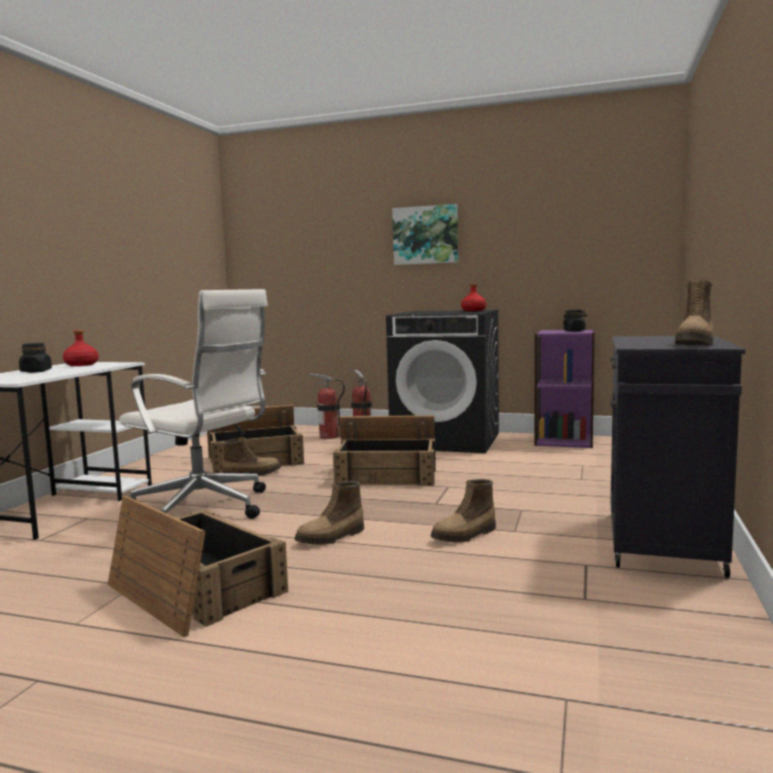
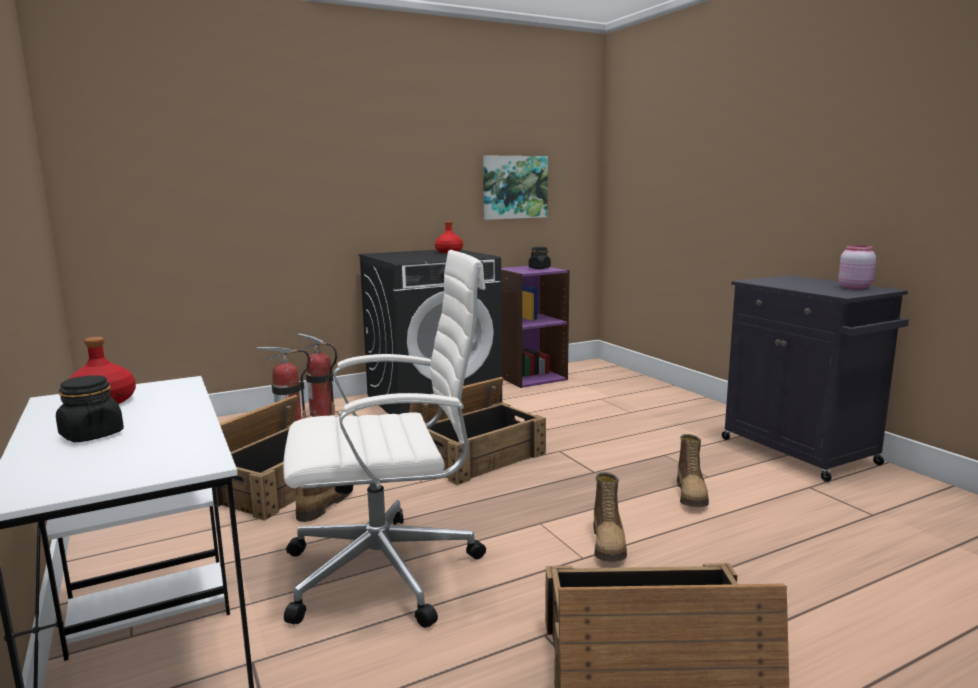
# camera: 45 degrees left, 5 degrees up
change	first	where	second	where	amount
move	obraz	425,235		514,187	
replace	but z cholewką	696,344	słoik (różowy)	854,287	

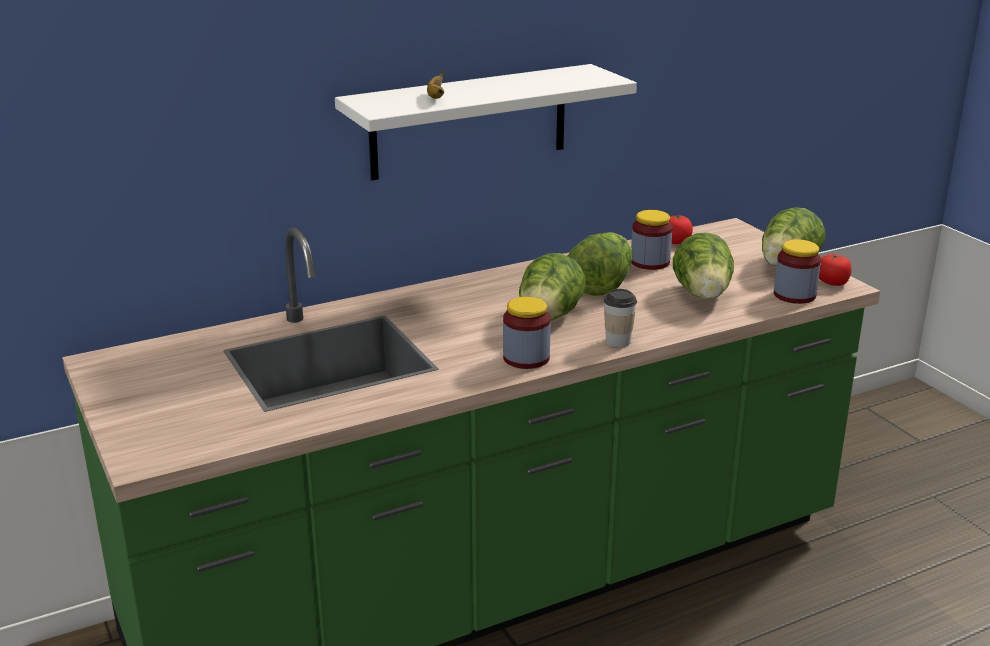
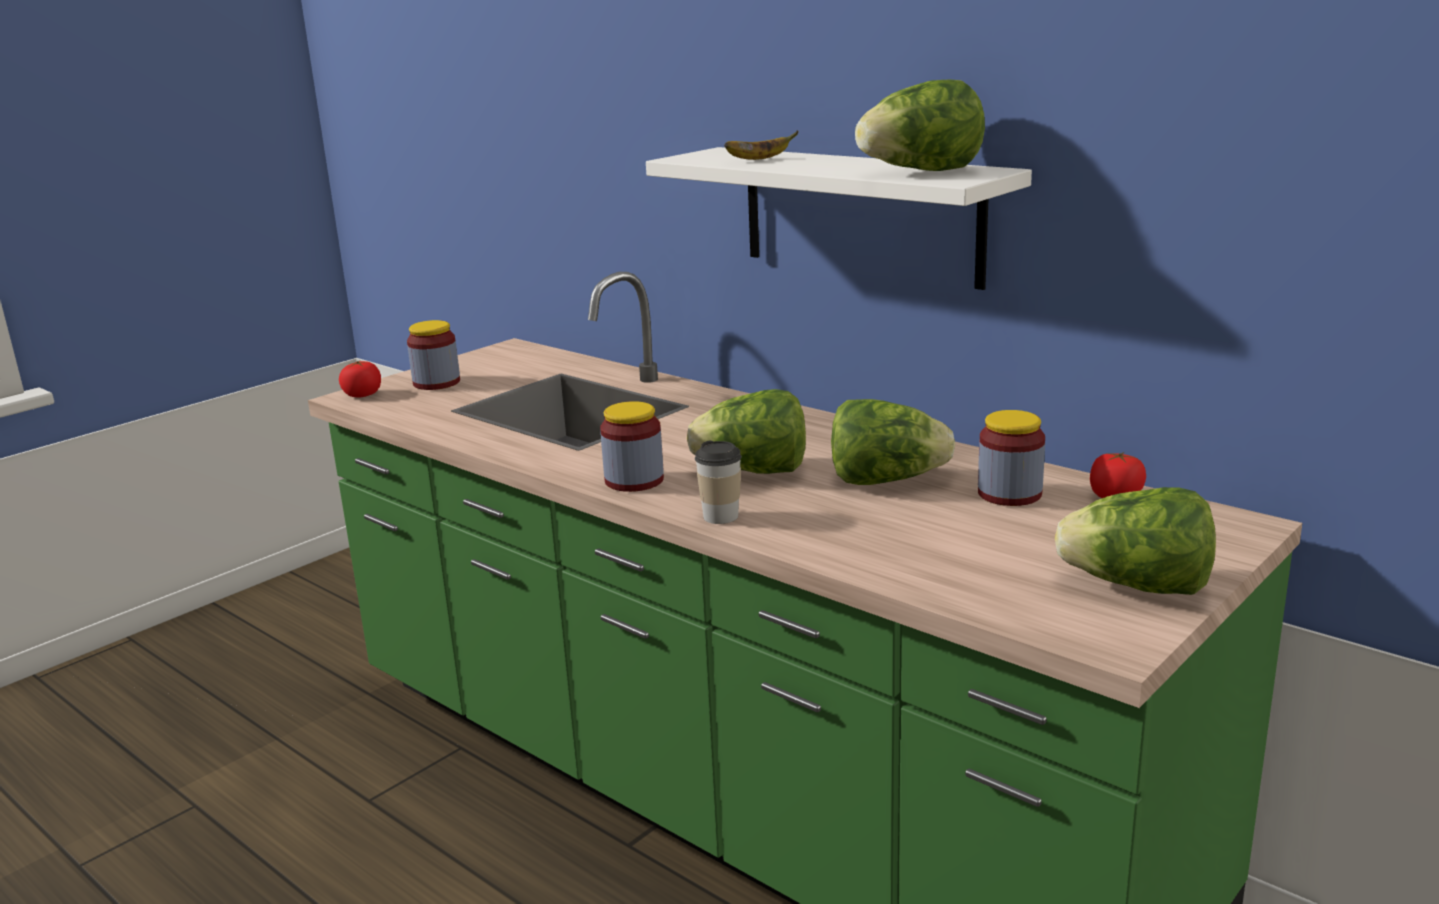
# camera: 70 degrees right, 5 degrees down
change	first	where	second	where	amount
move	sałata	703,295		921,172	
move	słoik	794,295		436,383	
move	pomidor	832,283		363,395	

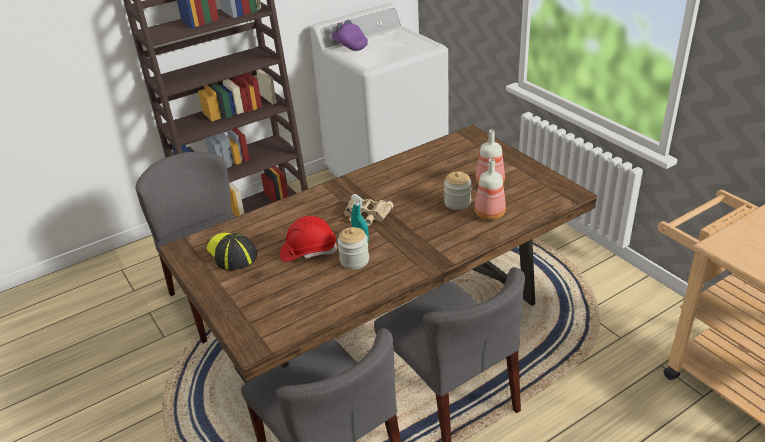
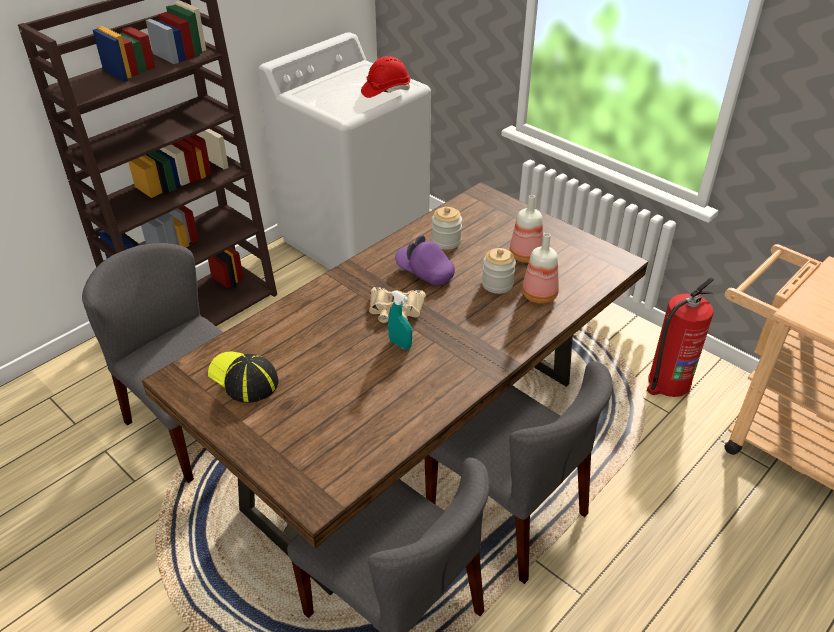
# camera: 15 degrees left, 5 degrees up
change	first	where	second	where	amount
move	czapka z daszkiem (fioletowy)	350,45		424,273	
move	kask (czerwony)	308,251		385,90	
move	słoik	354,260		446,241	
insert			gaśnica	668,382	

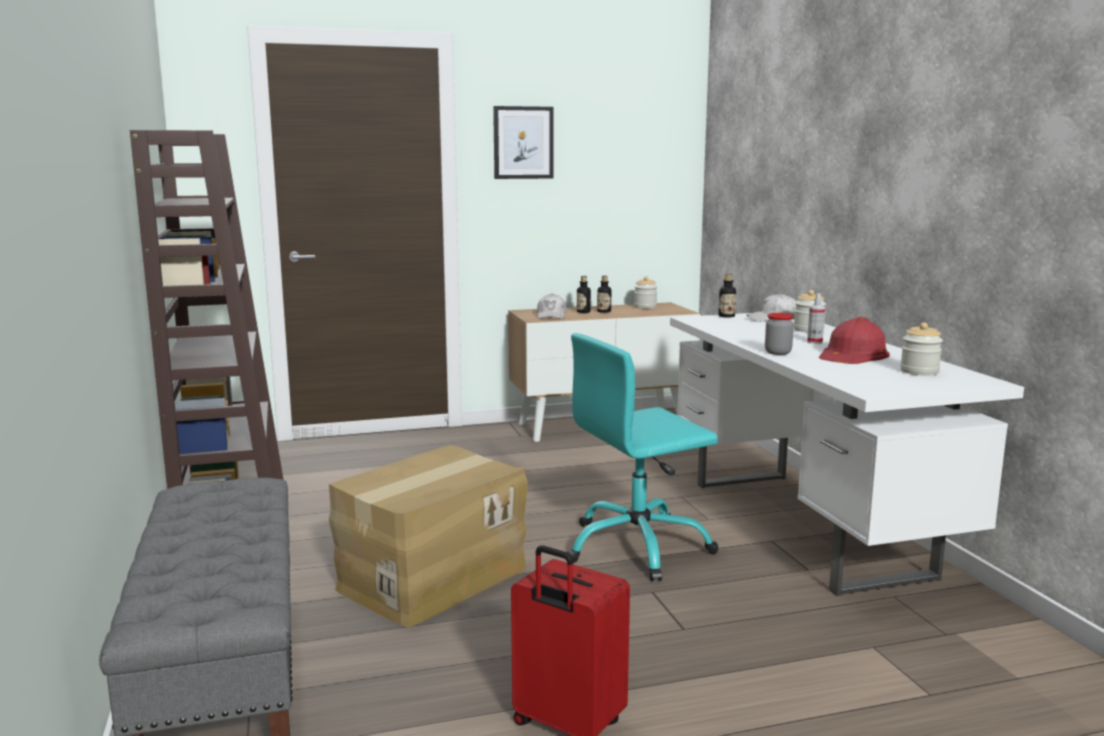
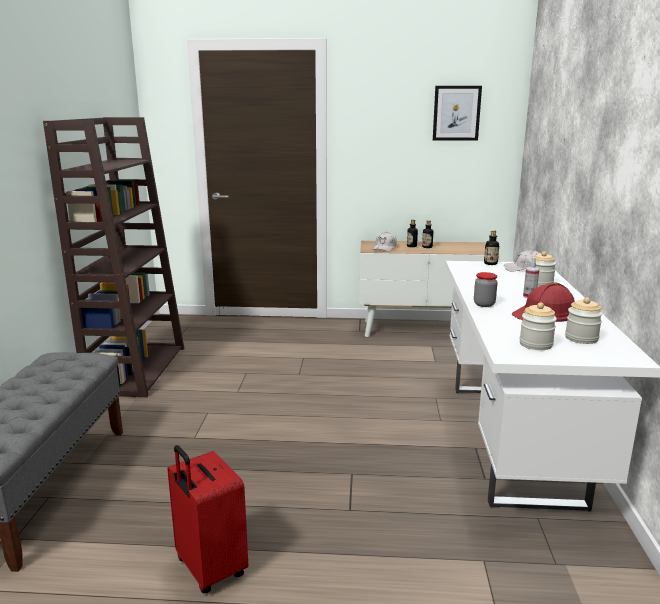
# camera: 20 degrees right, 5 degrees up
change	first	where	second	where	amount
move	obraz	523,142		456,113	
move	słoik	645,307		535,344	
delete	krzesło biurowe (turkusowy)	637,547			
delete	karton	431,578			

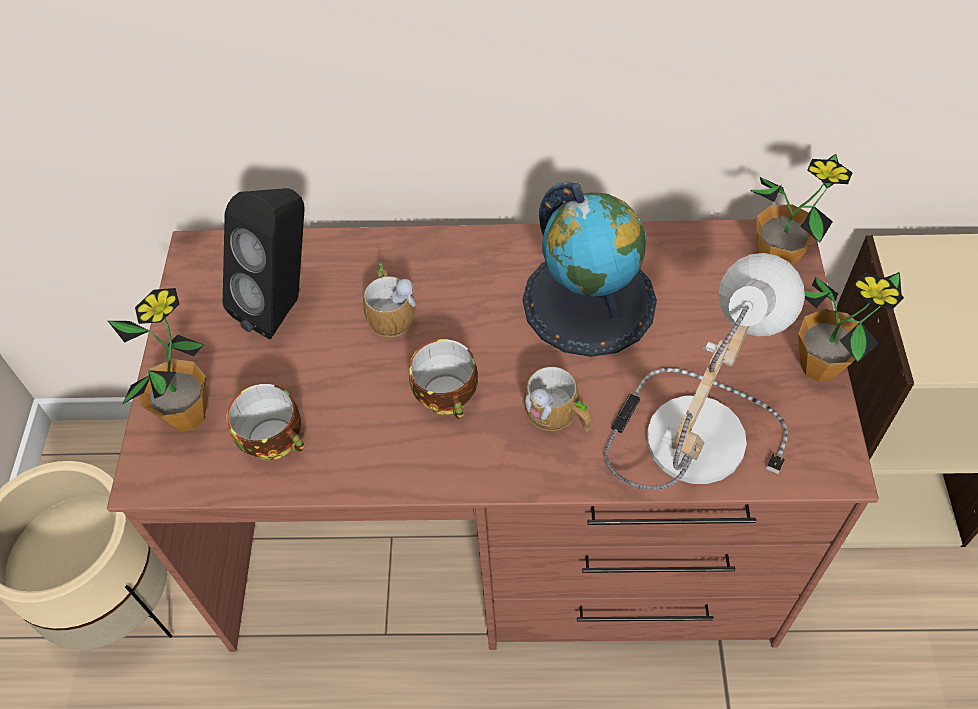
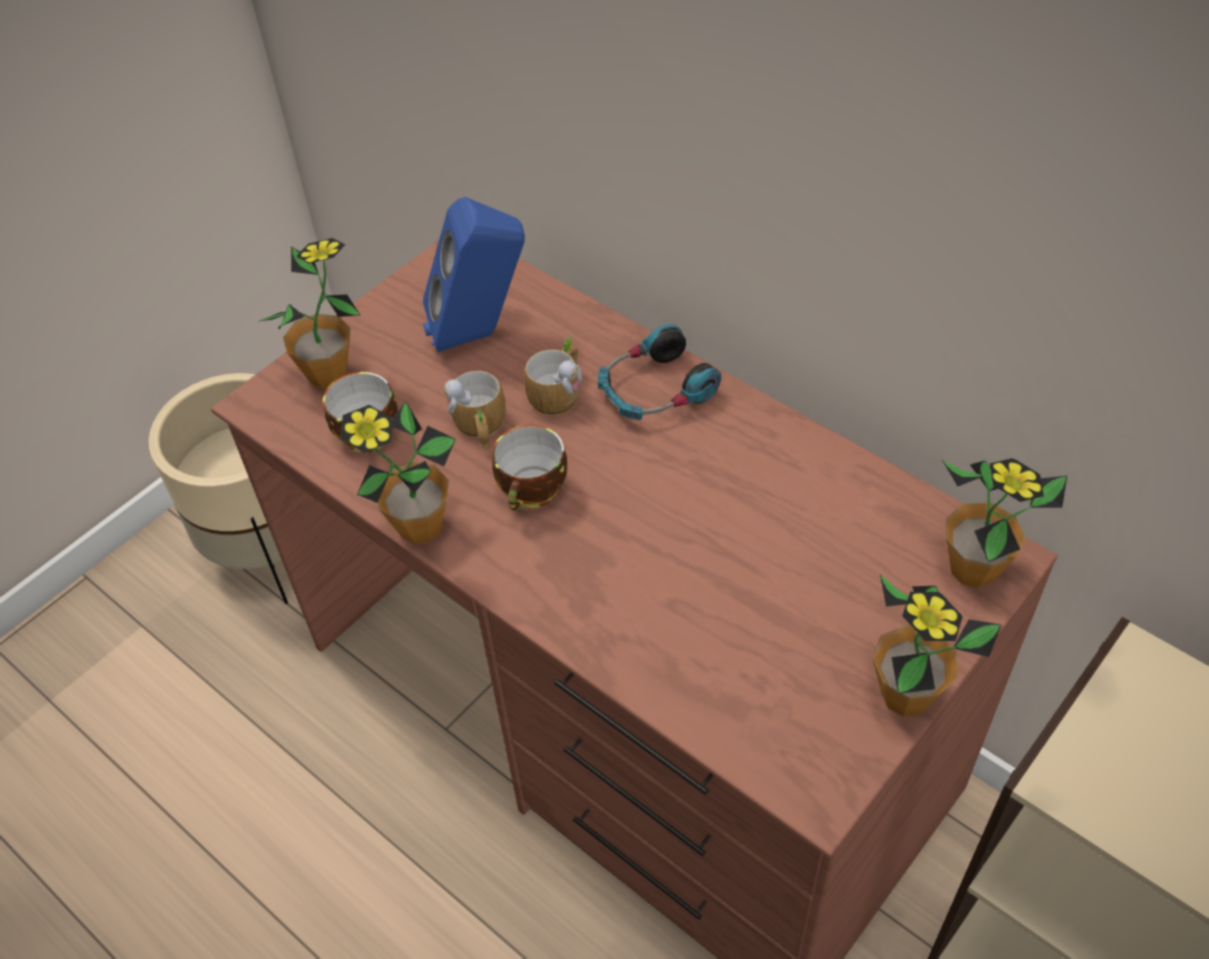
# camera: 40 degrees right, 5 degrees down
change	first	where	second	where	amount
delete	globus	589,301			
recolor	głośnik (czarny)	284,305	głośnik (niebieski)	481,334	
delete	lampa stołowa	688,431			
move	kubek	558,416		480,427	
insert			słuchawki	655,390	
insert			roślina doniczkowa	420,527	

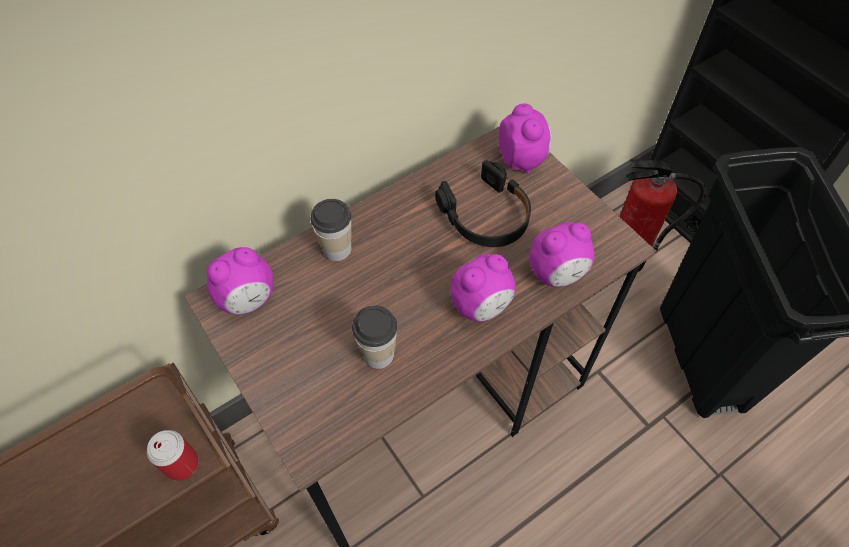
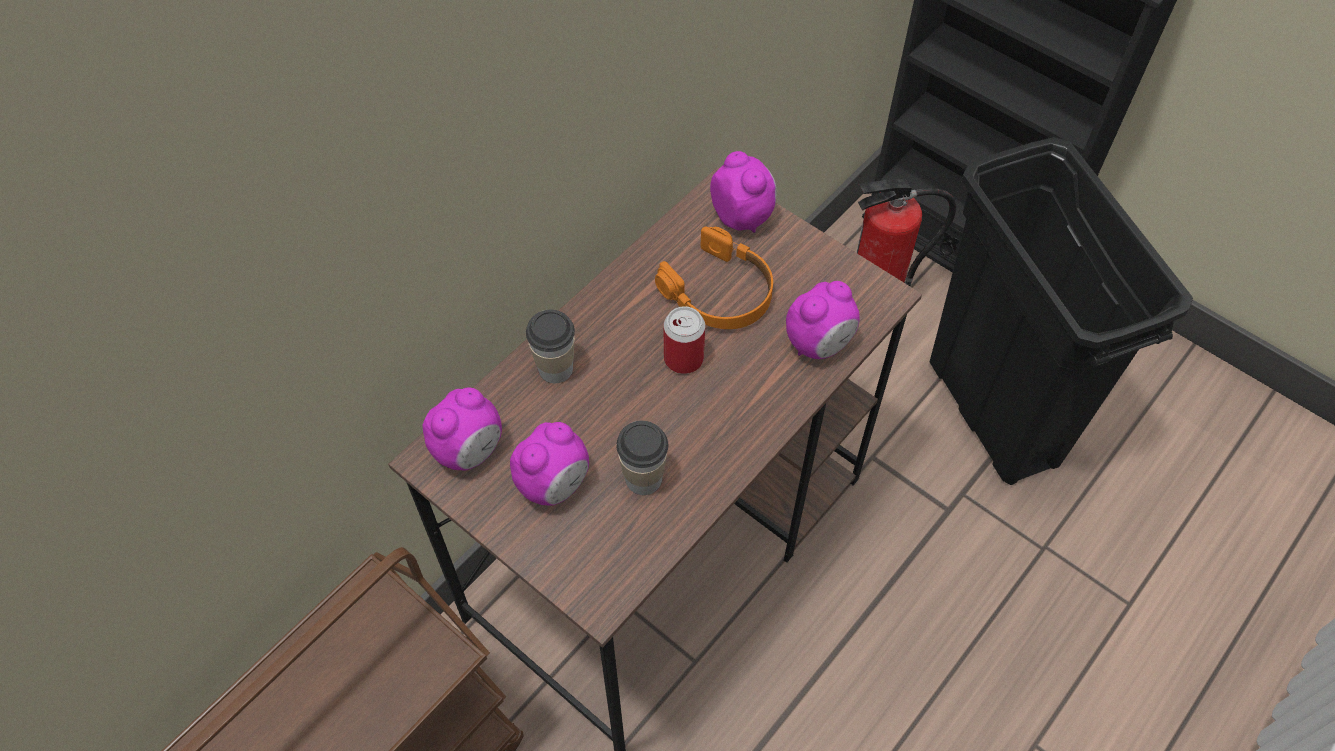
# camera: 15 degrees left, 0 degrees up
change	first	where	second	where	amount
recolor	słuchawki (czarny)	486,215	słuchawki (pomarańczowy)	719,292	
move	budzik	481,306		554,484	
move	puszka	181,464		683,358	

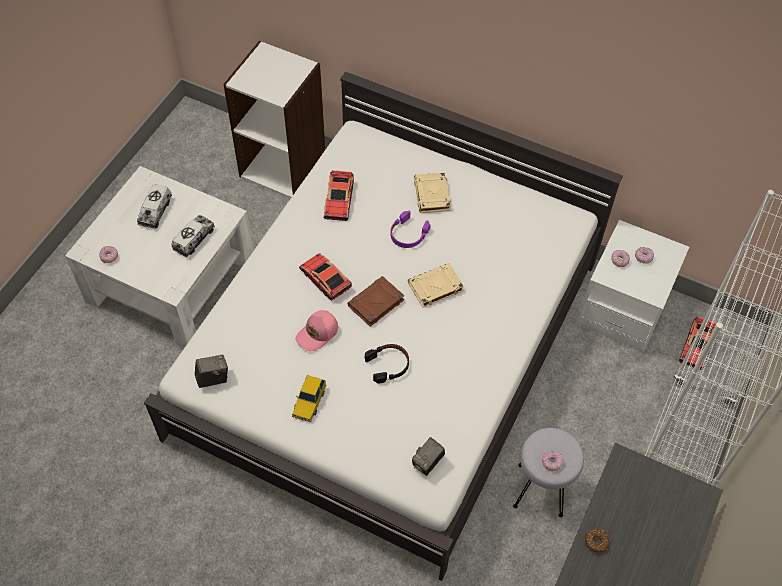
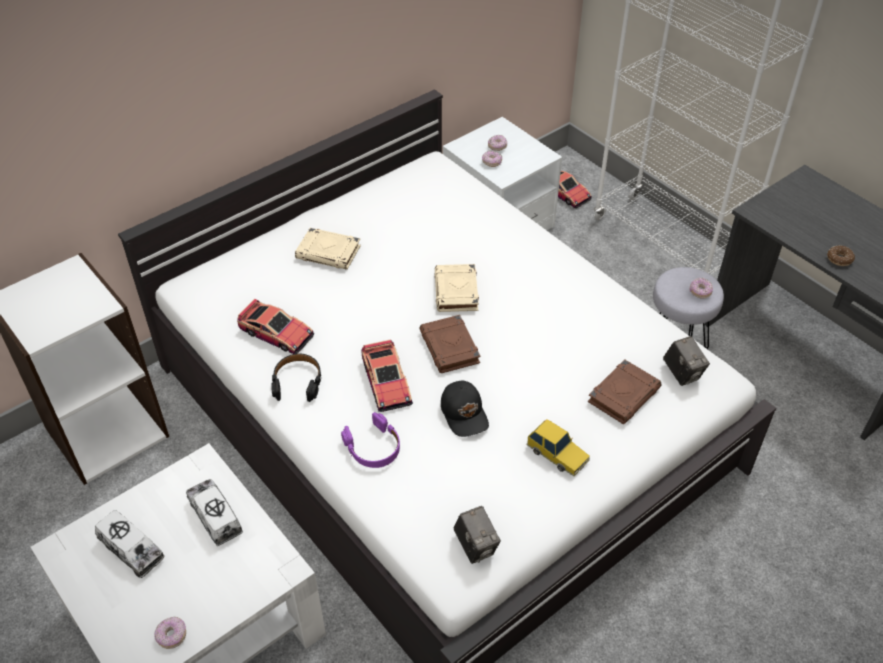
# camera: 65 degrees left, 10 degrees down
change	first	where	second	where	amount
move	słuchawki (fioletowy)	408,234		373,447	
rotate	samochodzik	325,279		386,382	90 degrees counterclockwise
recolor	czapka z daszkiem (różowy)	318,333	czapka z daszkiem (czarny)	465,413	
move	słuchawki (czarny)	388,365		297,382	
rotate	aparat fotograficzny	213,378		476,546	150 degrees clockwise
insert			książka (brązowy)	624,394	

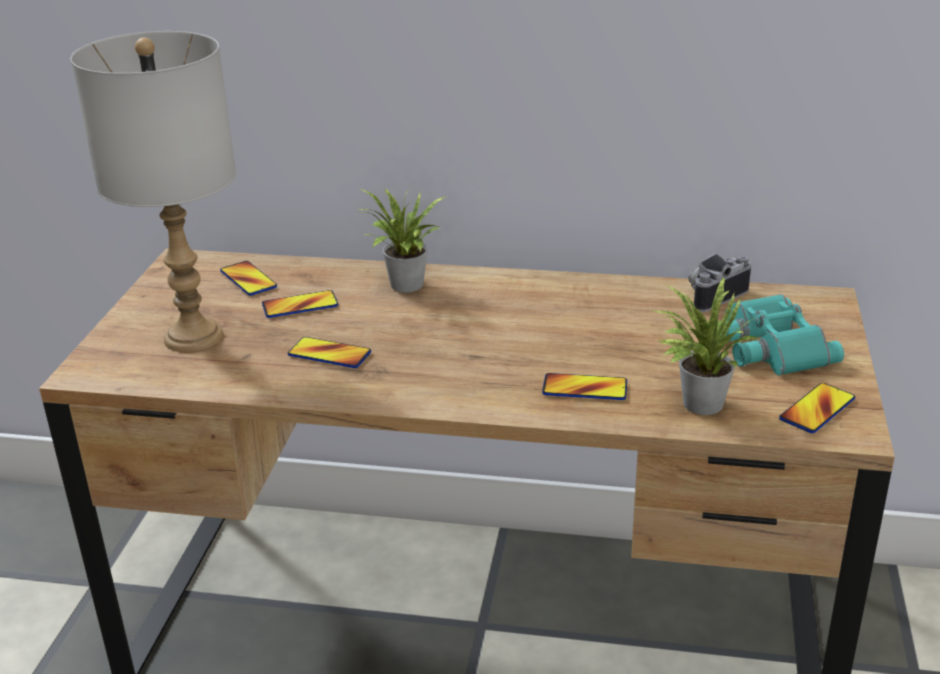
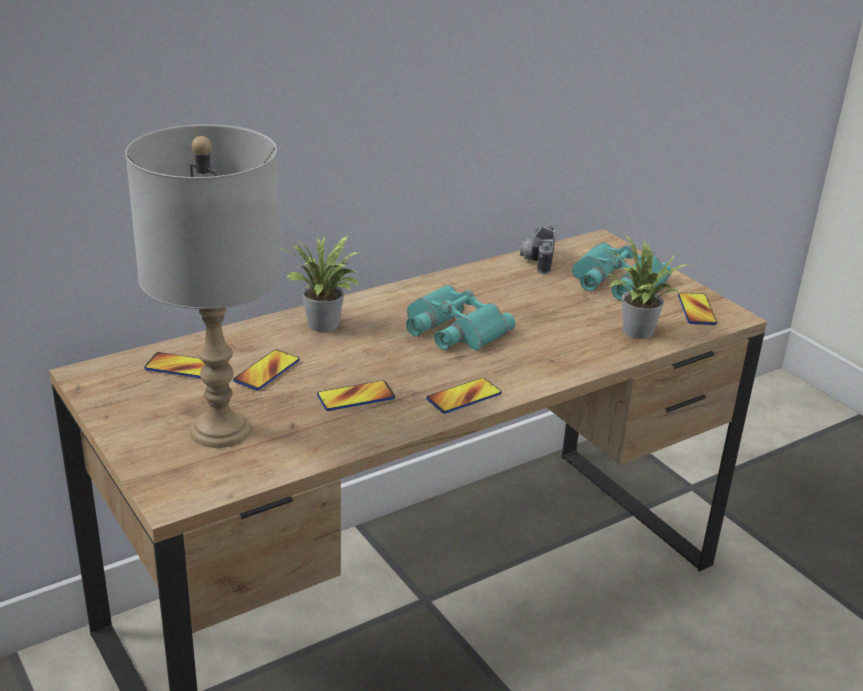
# camera: 45 degrees left, 0 degrees up
change	first	where	second	where	amount
move	telefon	584,388		464,397	
insert			lornetka (turkusowy)	452,329	

